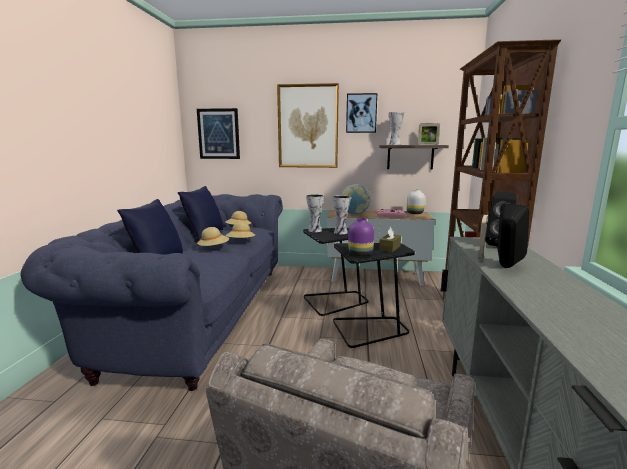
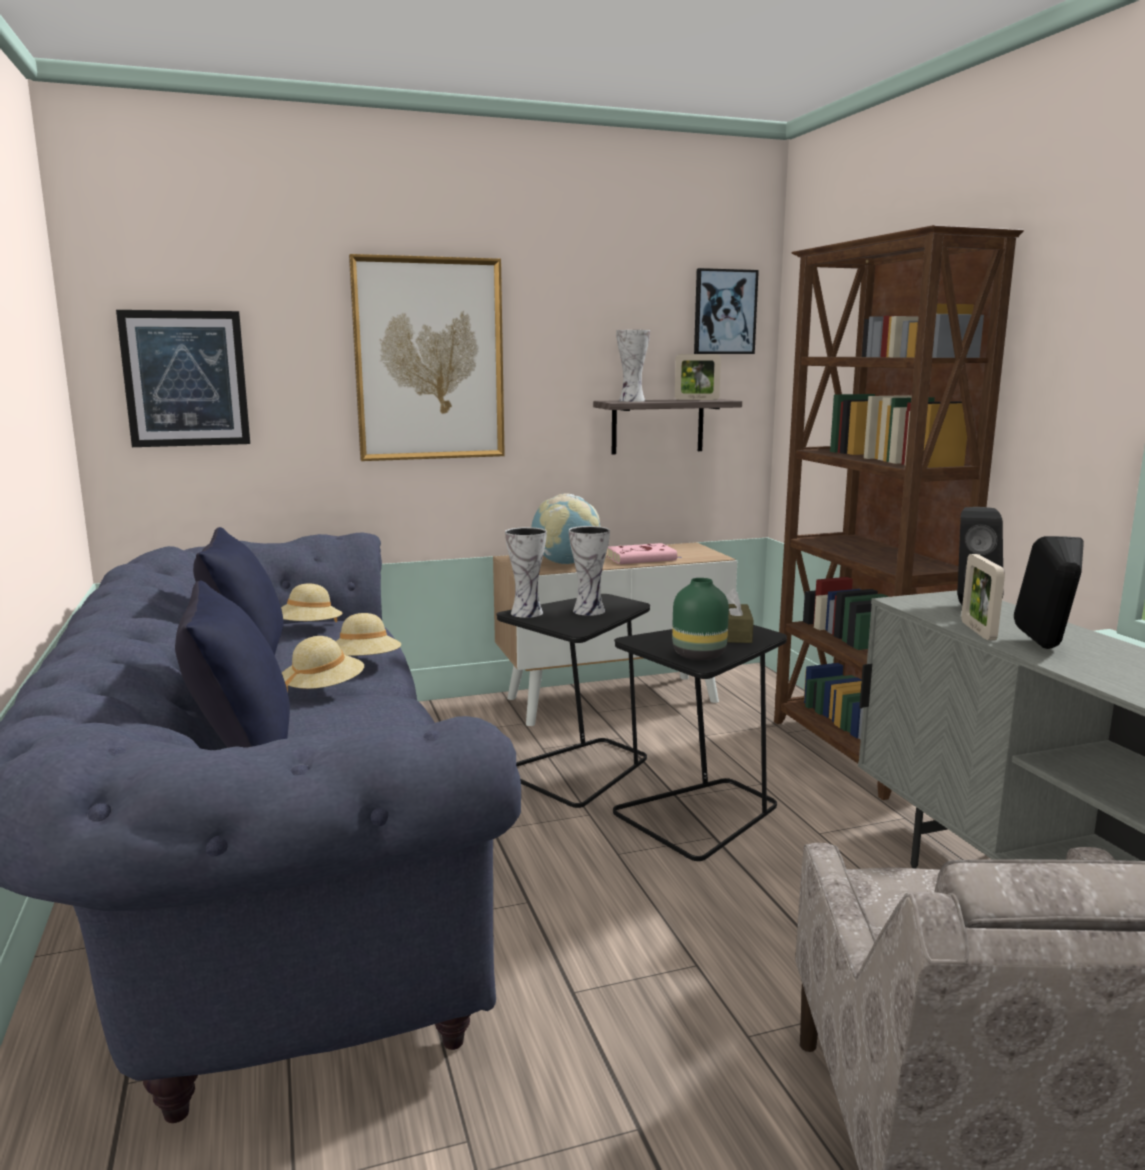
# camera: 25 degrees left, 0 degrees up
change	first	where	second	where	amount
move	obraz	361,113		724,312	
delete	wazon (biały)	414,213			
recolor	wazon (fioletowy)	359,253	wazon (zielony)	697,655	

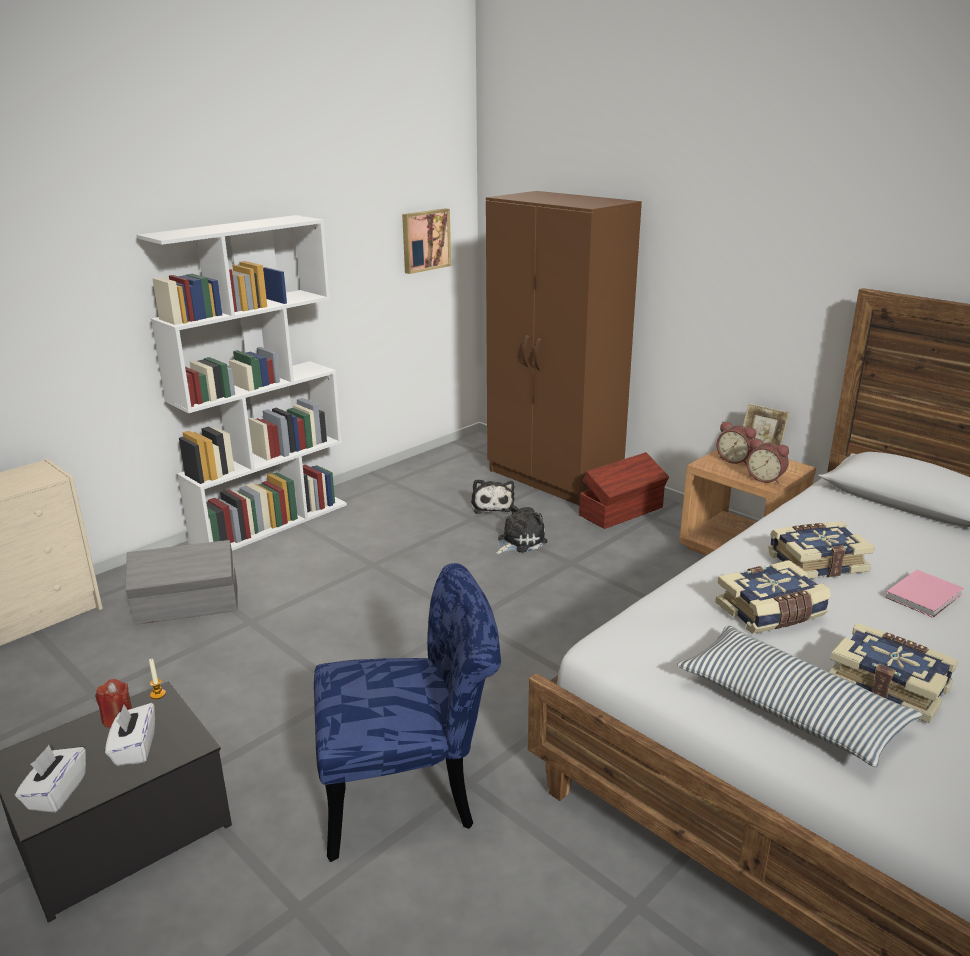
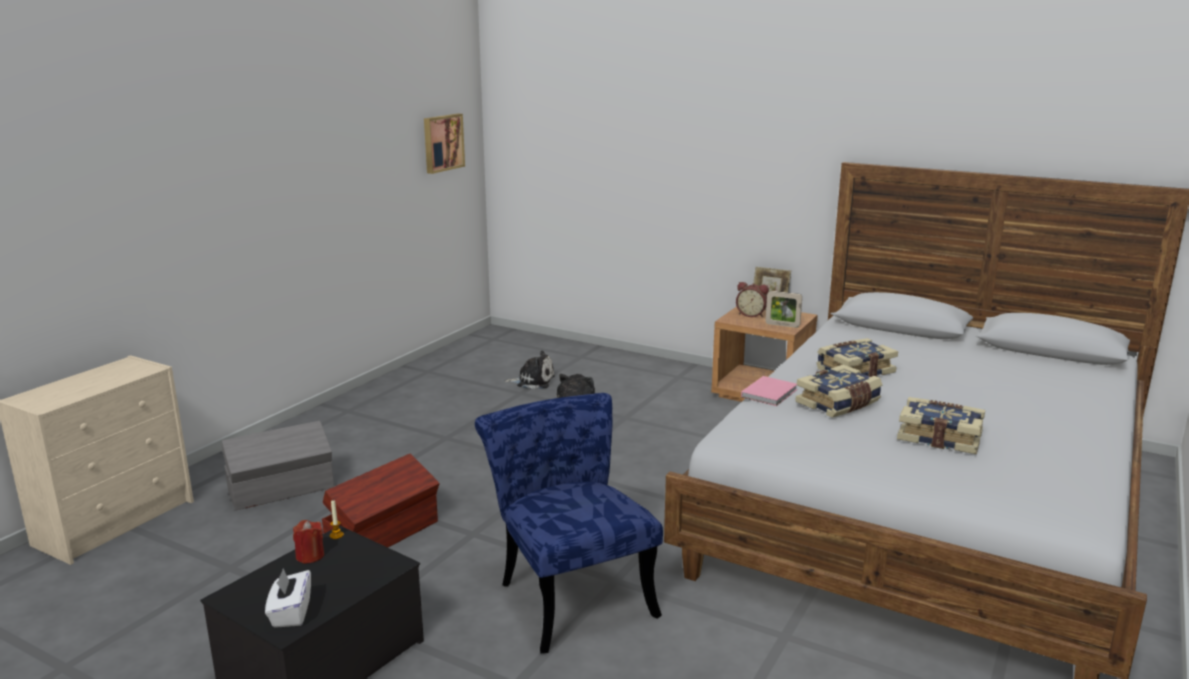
# camera: 15 degrees left, 5 degrees down
change	first	where	second	where	amount
delete	szafa (brązowy)	554,479			
delete	regał (biały)	271,522			
replace	budzik	765,478	ramka na zdjęcie	782,325	
move	pojemnik do przechowywania (brązowy)	622,511		384,534	
rotate	pluszak	492,505		533,381	60 degrees counterclockwise
rotate	krzesło (niebieski)	412,791		570,593	90 degrees counterclockwise
move	książka (różowy)	925,596		770,393	
delete	poduszka	790,708			
delete	pudełko chusteczek (biały)	134,748			

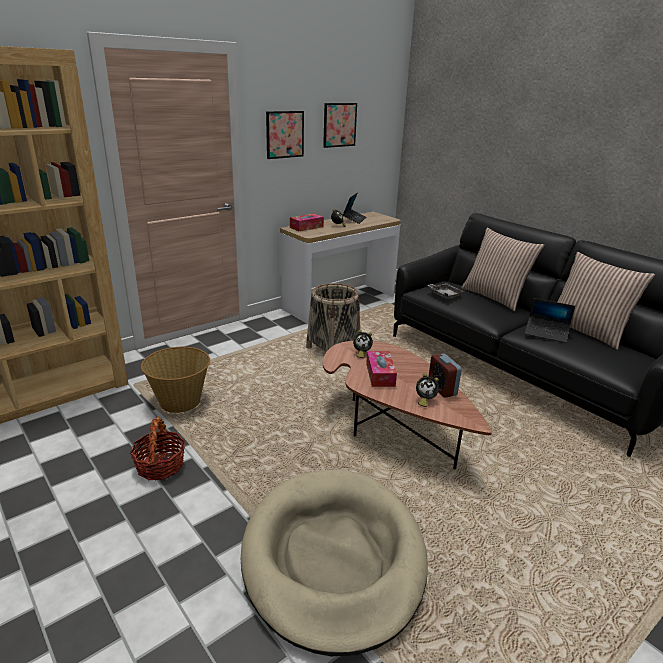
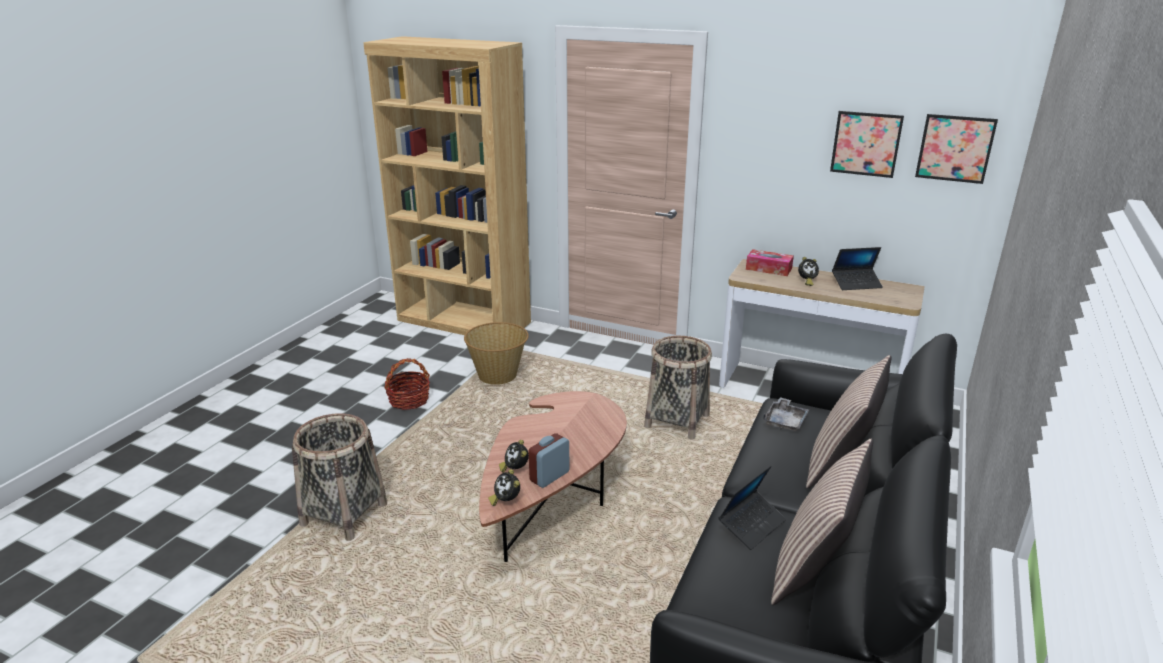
# camera: 65 degrees right, 0 degrees up
change	first	where	second	where	amount
move	obraz	284,134		955,148	
rotate	laptop	546,333		751,525	135 degrees counterclockwise
move	budzik	361,353		506,501	
delete	pudełko chusteczek	380,374			
replace	legowisko (beżowy)	333,558	koszyk	344,514	

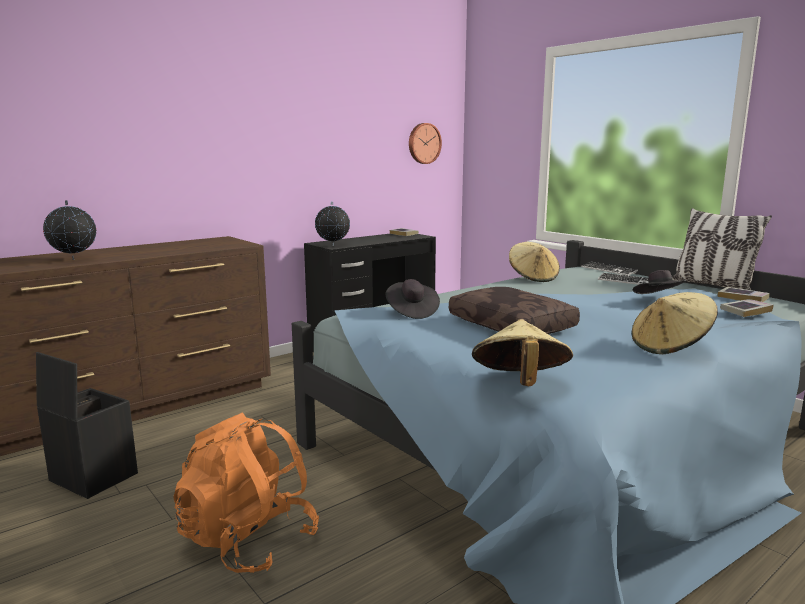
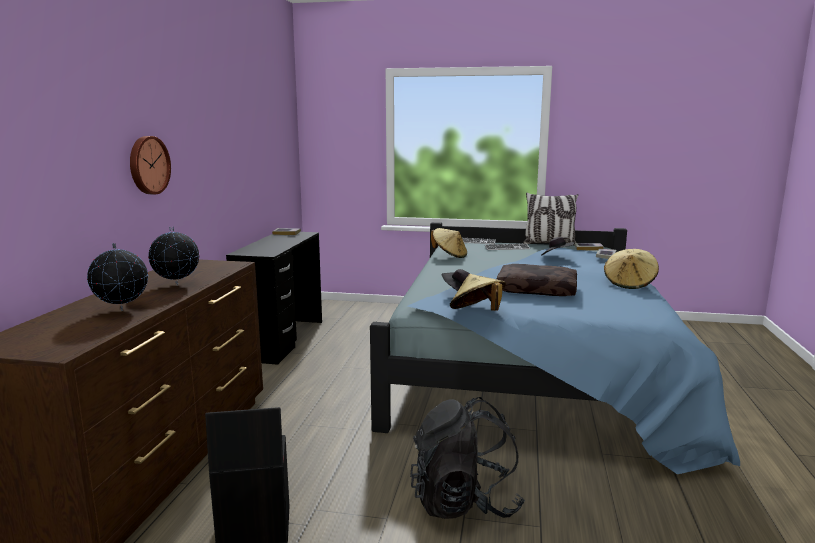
# camera: 40 degrees left, 0 degrees up
change	first	where	second	where	amount
move	zegar ścienny	423,143		148,165	
move	globus	333,246		177,285	
move	kapelusz (beżowy)	519,384		477,313	
recolor	plecak (pomarańczowy)	248,541	plecak (czarny)	464,502	

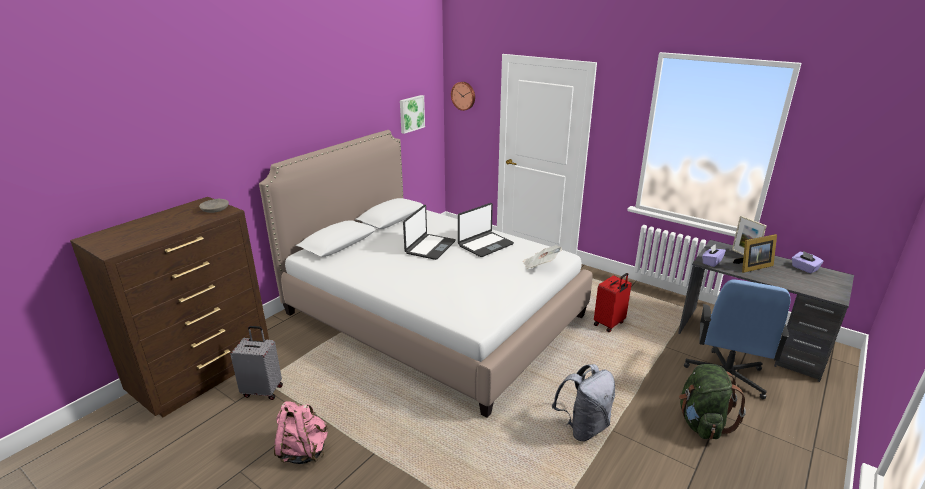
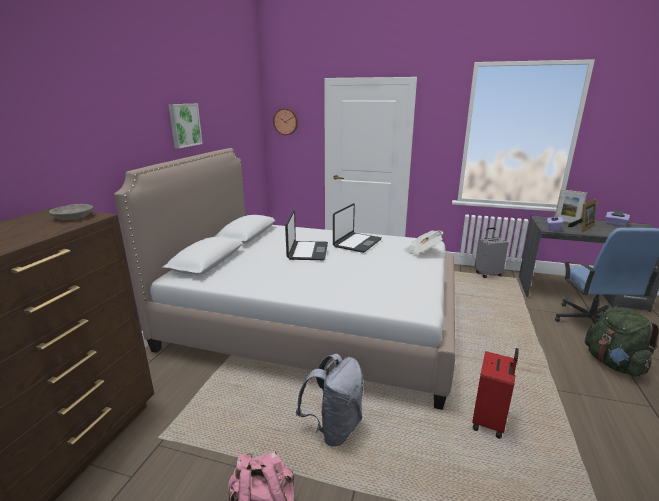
# camera: 20 degrees left, 5 degrees down
change	first	where	second	where	amount
move	obraz	411,113		184,125	
move	walizka (czerwony)	609,324		490,421	
move	walizka (szary)	263,390		487,274	
move	plecak (szary)	583,427		334,428	

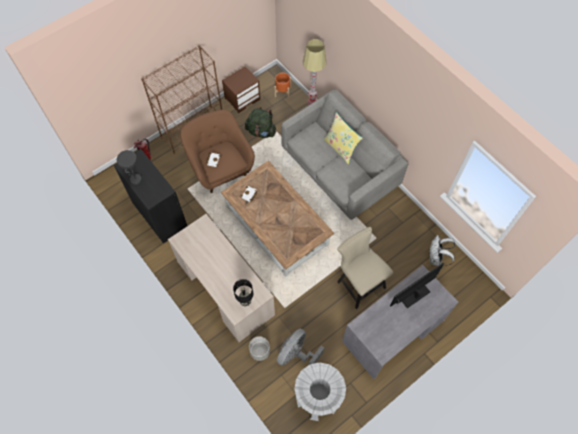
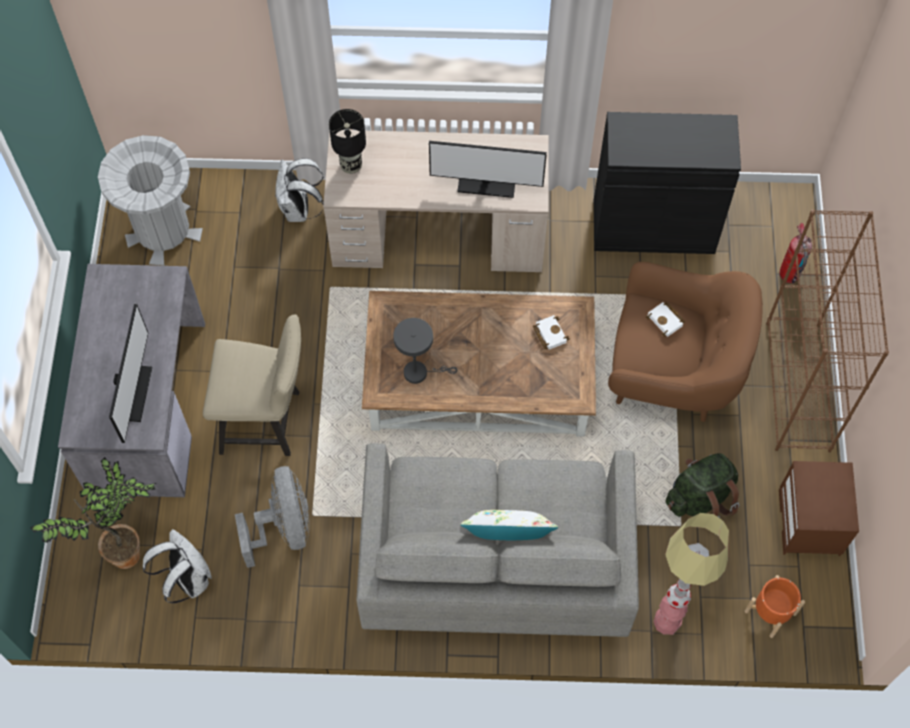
# camera: 130 degrees right, 0 degrees up
change	first	where	second	where	amount
recolor	poduszka (żółty)	341,148	poduszka (biały)	506,539	
move	lampa stołowa (szary)	134,178		419,372	
move	wentylator (szary)	296,354		284,527	
replace	donica (szary)	260,351	plecak (biały)	299,210	
insert			monitor	486,184	
insert			roślina doniczkowa	128,551	

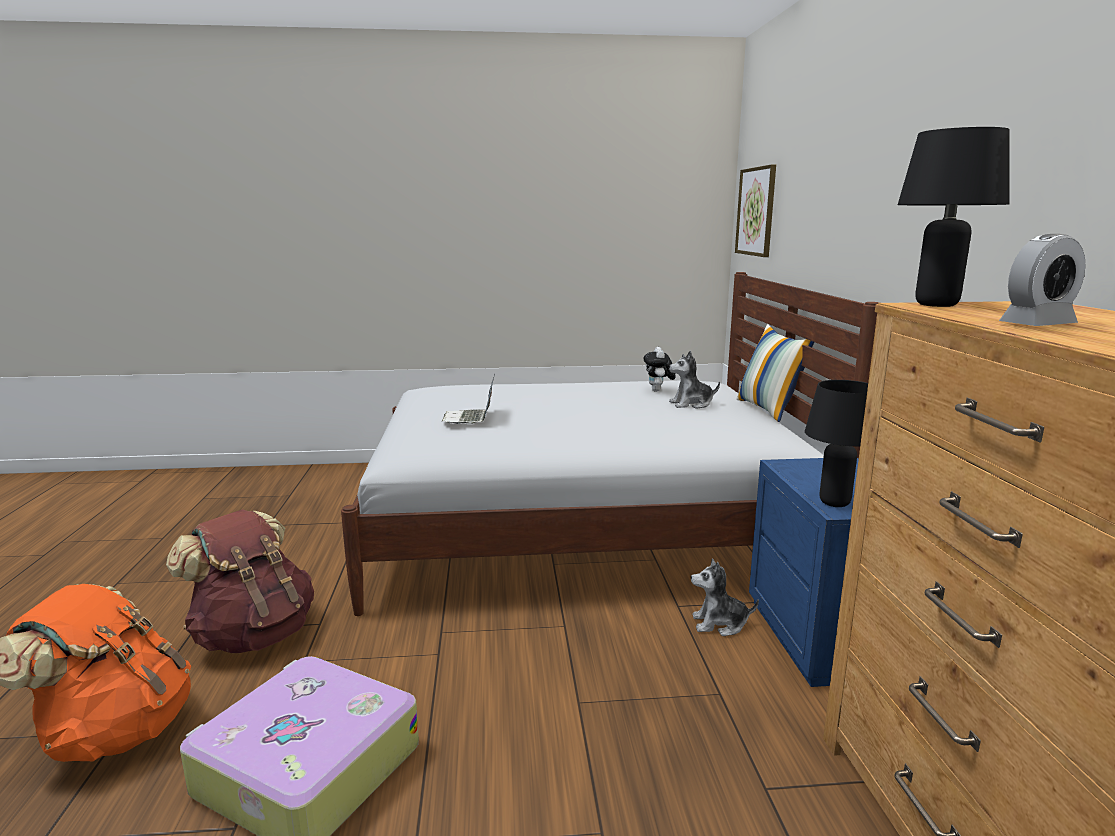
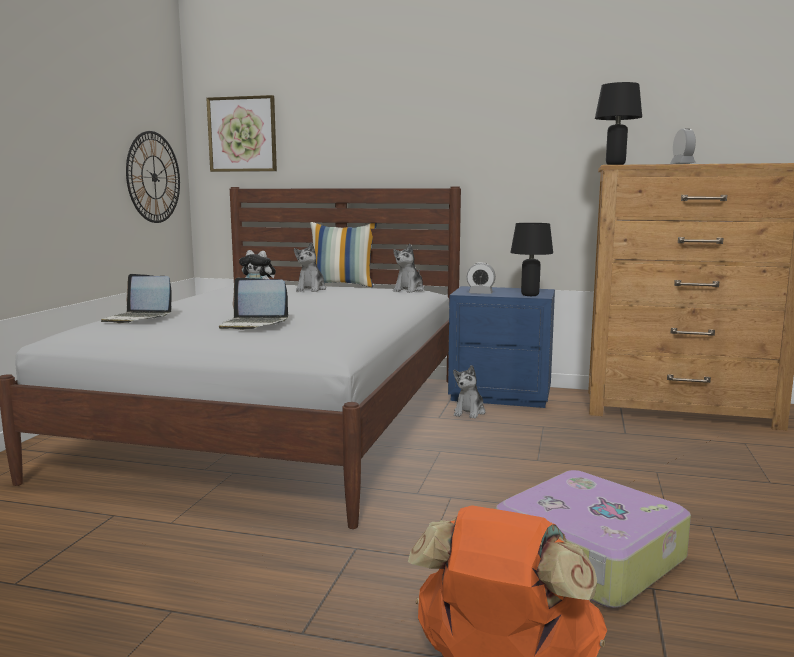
# camera: 70 degrees left, 5 degrees down
change	first	where	second	where	amount
delete	plecak (brązowy)	253,635			
insert			zegar ścienny	154,177	
insert			pluszak	409,290	
insert			budzik	480,293	
insert			laptop	138,318	

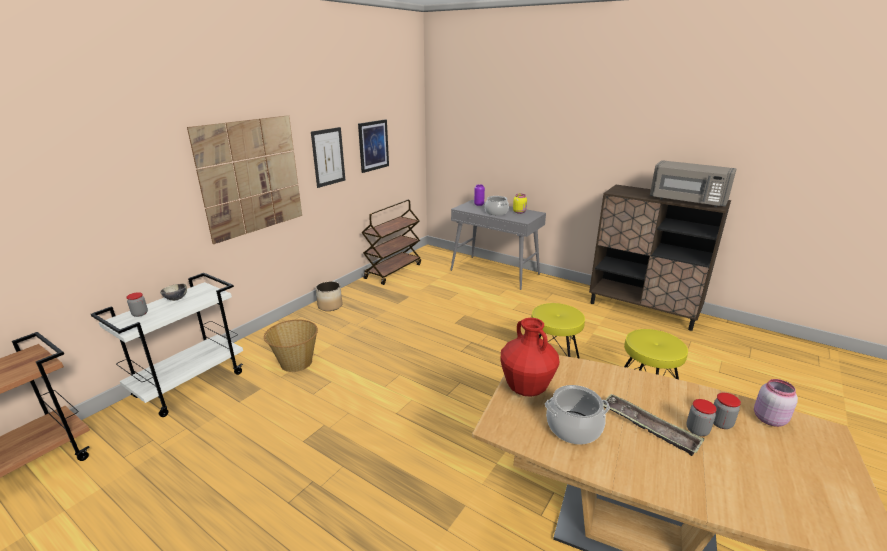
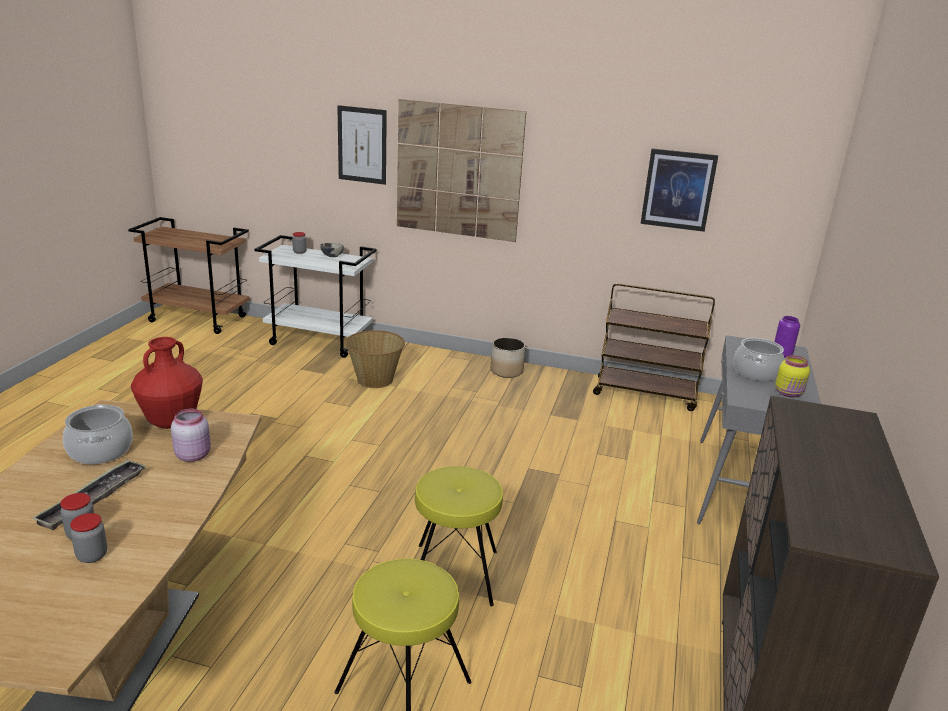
# camera: 70 degrees right, 0 degrees up
change	first	where	second	where	amount
move	obraz	328,157		362,145	
delete	mikrofalówka (szary)	687,201			
move	słoik (różowy)	768,419		193,455	

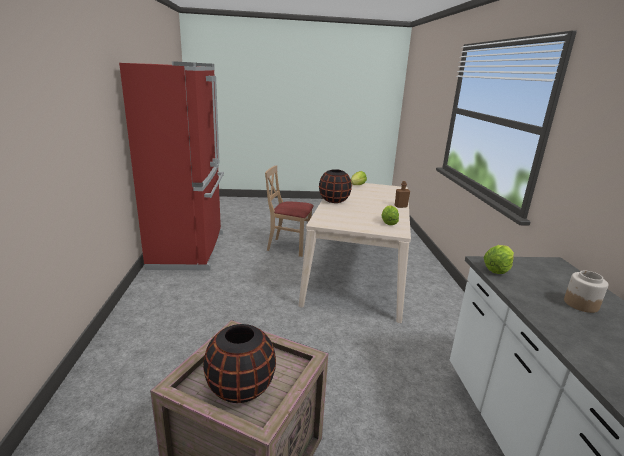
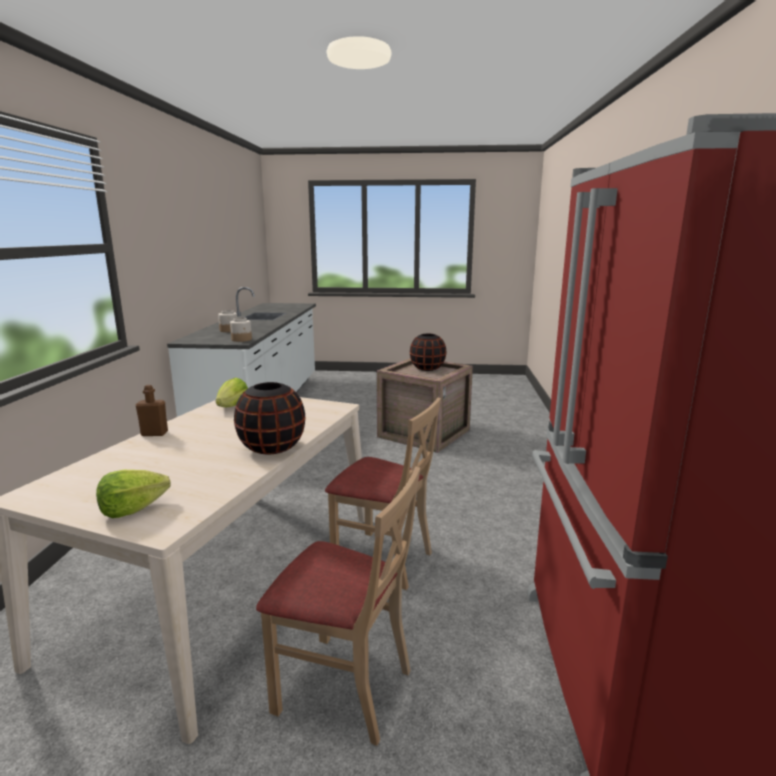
# camera: 170 degrees left, 5 degrees down
change	first	where	second	where	amount
replace	sałata	497,269	słoik	242,339	
insert			krzesło (beżowy)	383,560	

